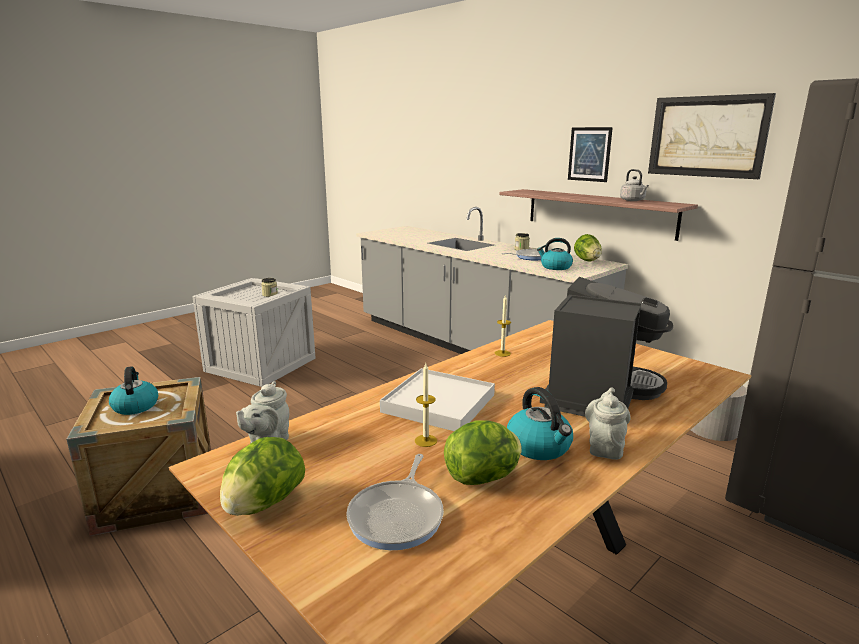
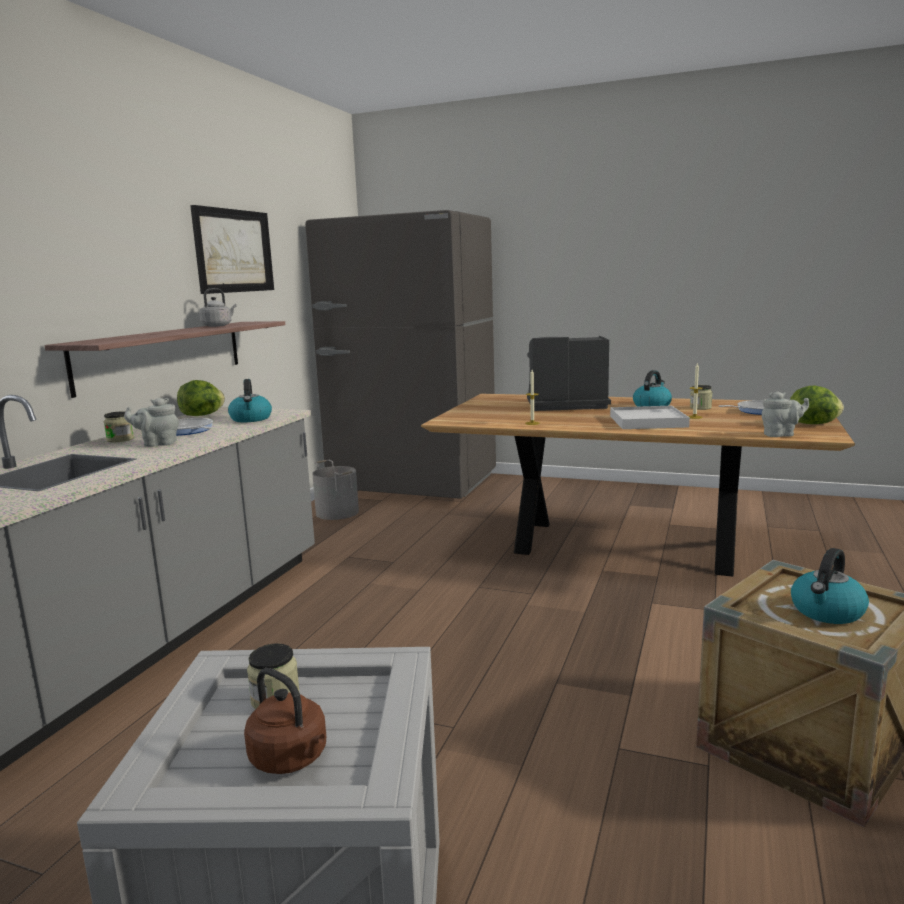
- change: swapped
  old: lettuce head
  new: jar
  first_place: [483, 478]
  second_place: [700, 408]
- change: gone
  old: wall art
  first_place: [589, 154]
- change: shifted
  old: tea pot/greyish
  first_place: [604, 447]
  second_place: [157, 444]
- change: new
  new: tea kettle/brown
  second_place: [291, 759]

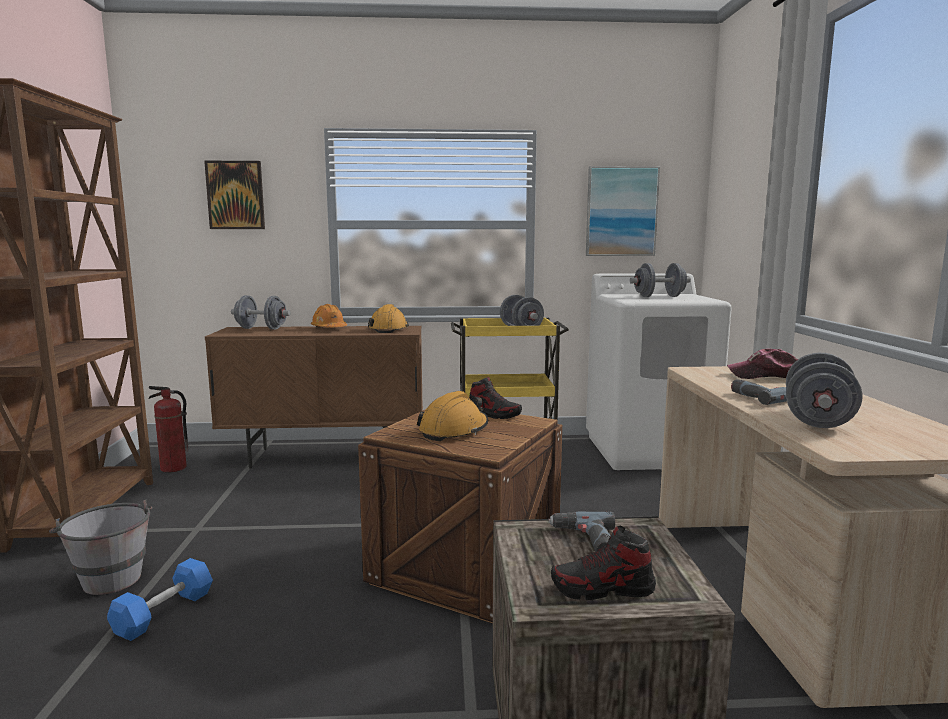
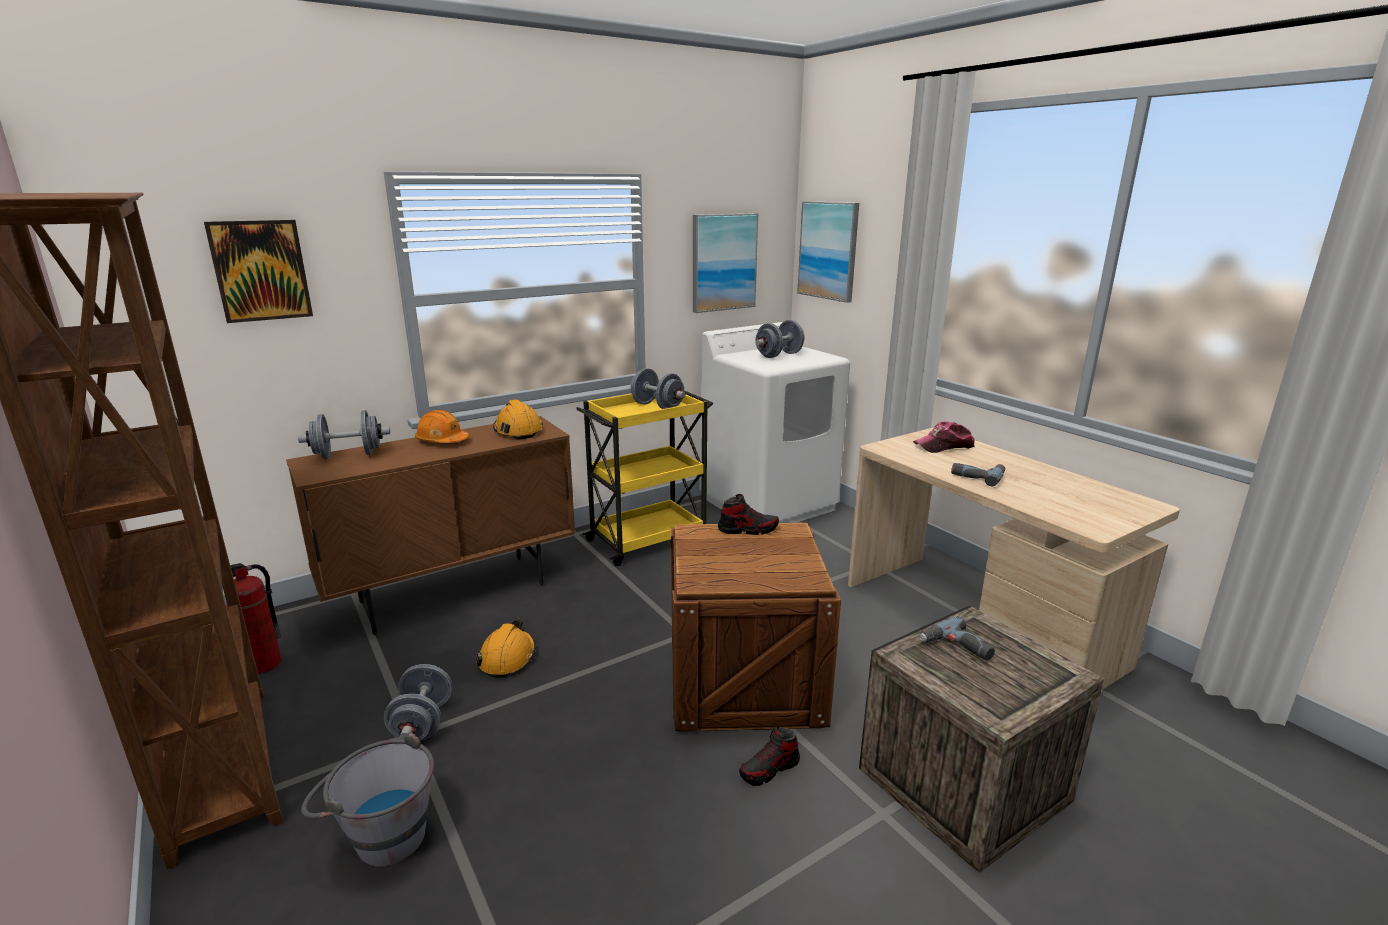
- change: gone
  old: hand weight/blue
  first_place: [164, 613]
- change: shifted
  old: safety helmet/orangey
  first_place: [454, 430]
  second_place: [507, 657]
- change: shifted
  old: low shoe
  first_place: [602, 589]
  second_place: [769, 769]
- change: shifted
  old: hand weight/greyish
  first_place: [818, 419]
  second_place: [422, 723]
- change: new
  new: wall art
  second_place: [828, 250]

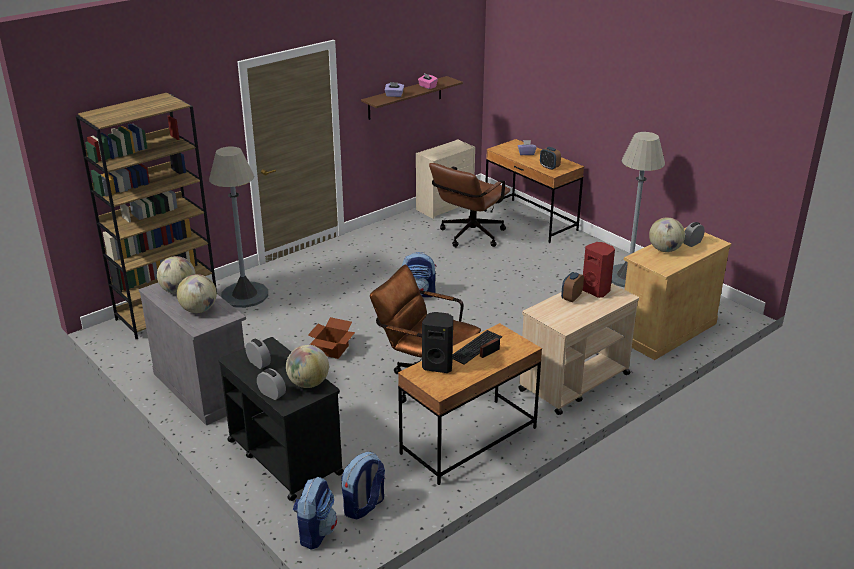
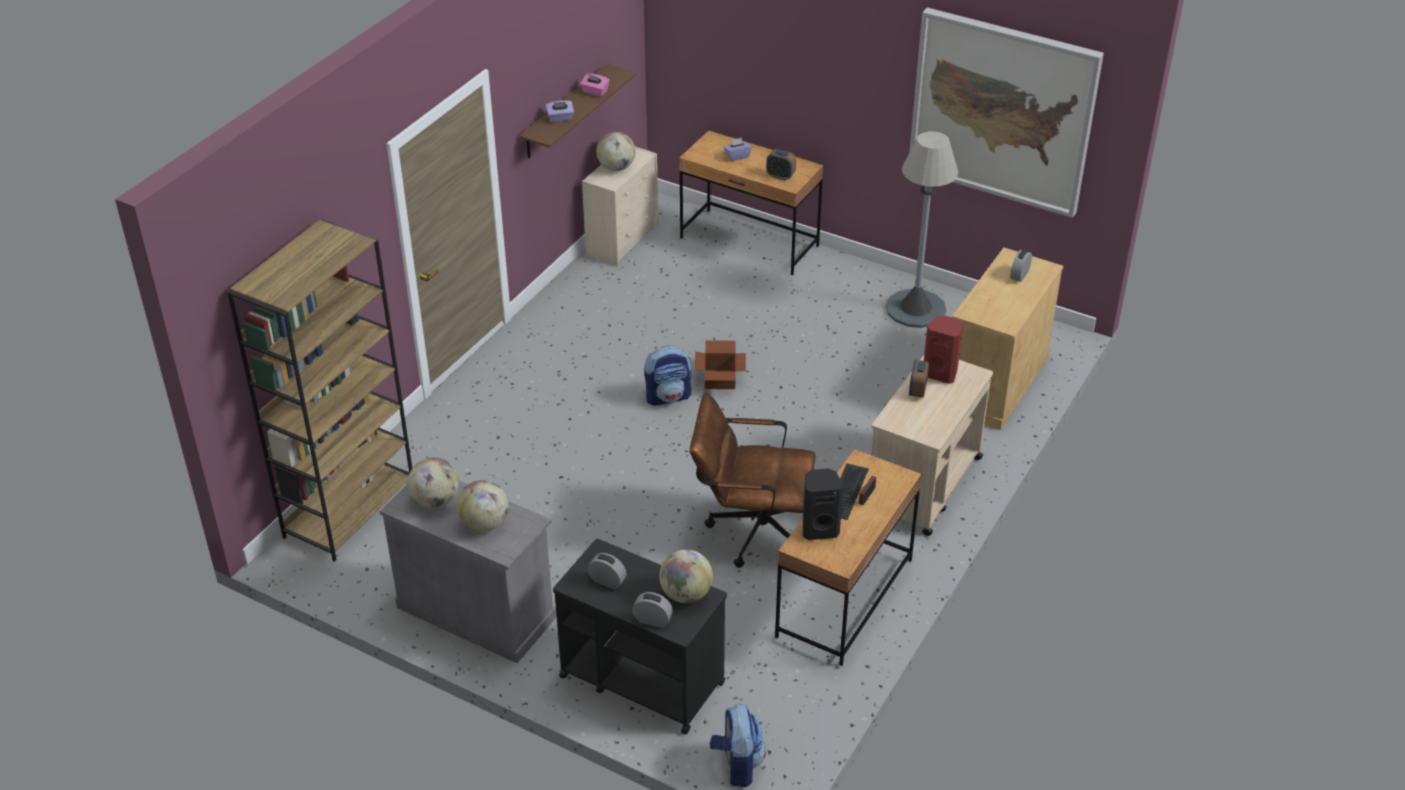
- change: gone
  old: standard lamp/greyish
  first_place: [244, 295]
- change: shifted
  old: carton
  first_place: [331, 350]
  second_place: [719, 380]
- change: gone
  old: rucksack
  first_place: [364, 506]
- change: gone
  old: office chair/brown
  first_place: [468, 236]
- change: shifted
  old: desk globe
  first_place: [664, 250]
  second_place: [616, 167]
- change: new
  new: wall art
  second_place: [1002, 111]

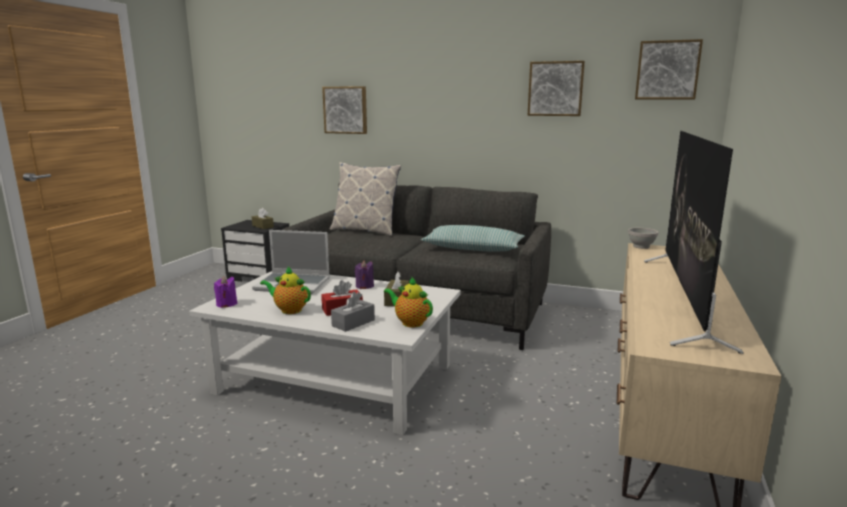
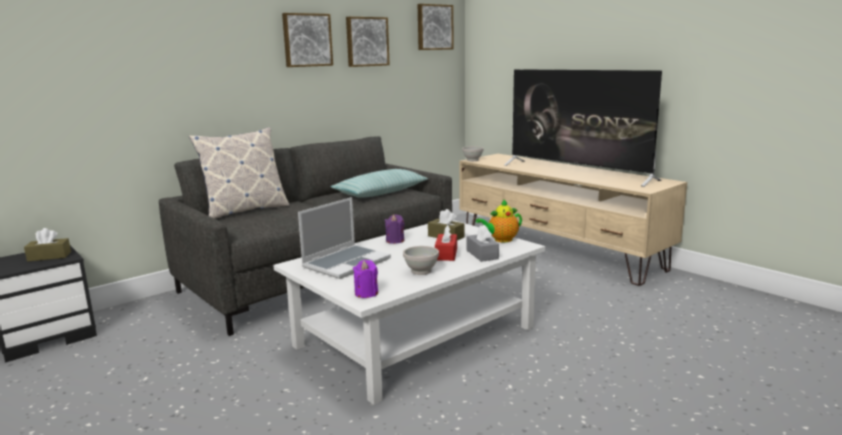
- change: swapped
  old: tea pot
  new: serving bowl/whitish
  first_place: [289, 310]
  second_place: [421, 271]
- change: shifted
  old: wall art
  first_place: [346, 110]
  second_place: [307, 40]

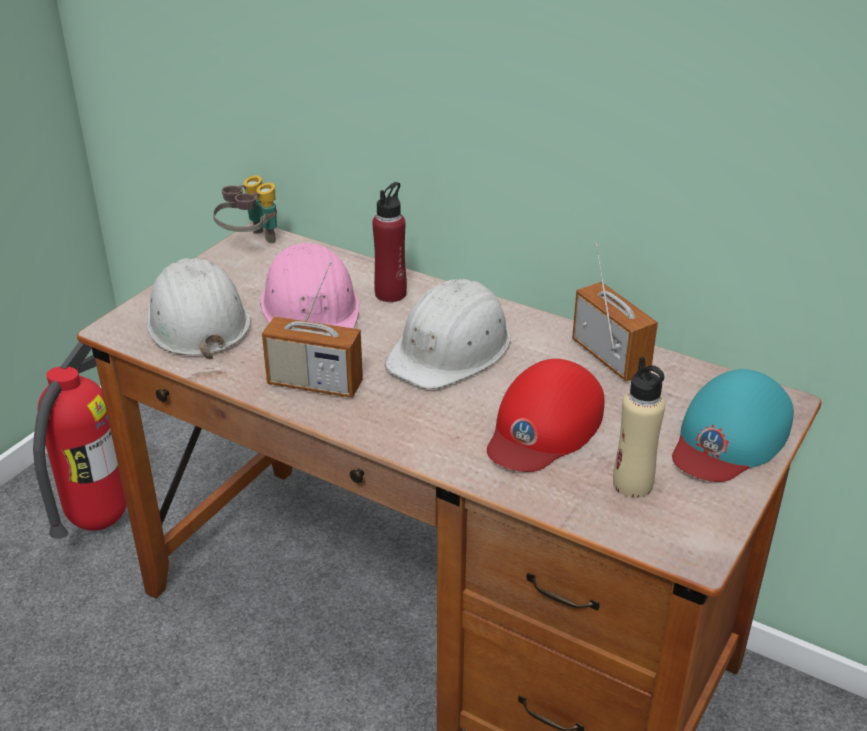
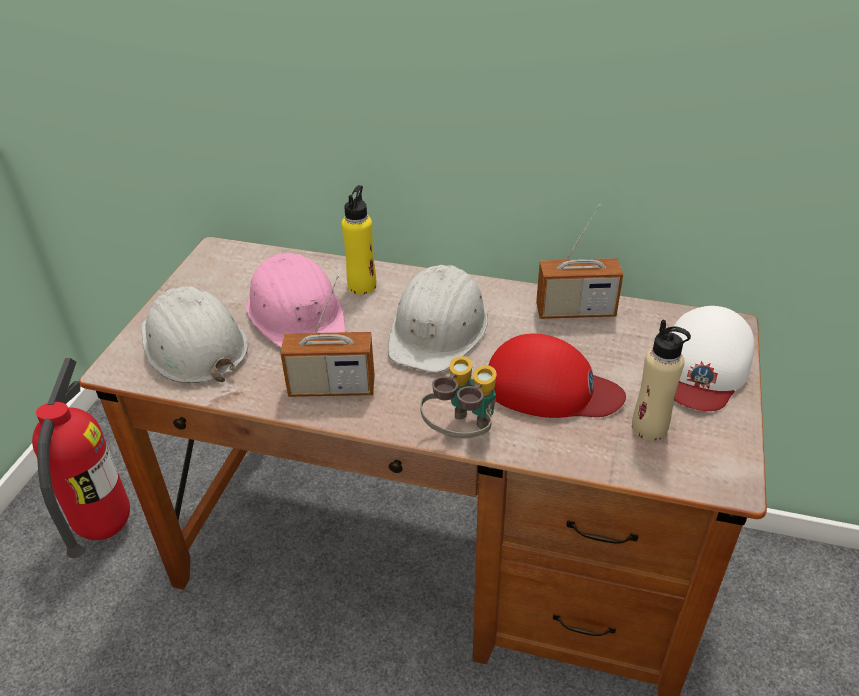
- change: shifted
  old: field glasses
  first_place: [251, 242]
  second_place: [461, 434]
- change: repainted
  old: beverage bottle/reddish
  new: beverage bottle/yellowish
  first_place: [391, 293]
  second_place: [362, 285]
- change: rotated
  old: cap/reddish
  first_place: [543, 427]
  second_place: [551, 388]
  degrees: -90
- change: rotated
  old: radio
  first_place: [610, 357]
  second_place: [575, 311]
  degrees: 135
- change: repainted
  old: cap/turquoise-coloured
  new: cap/whitish
  first_place: [729, 437]
  second_place: [704, 366]

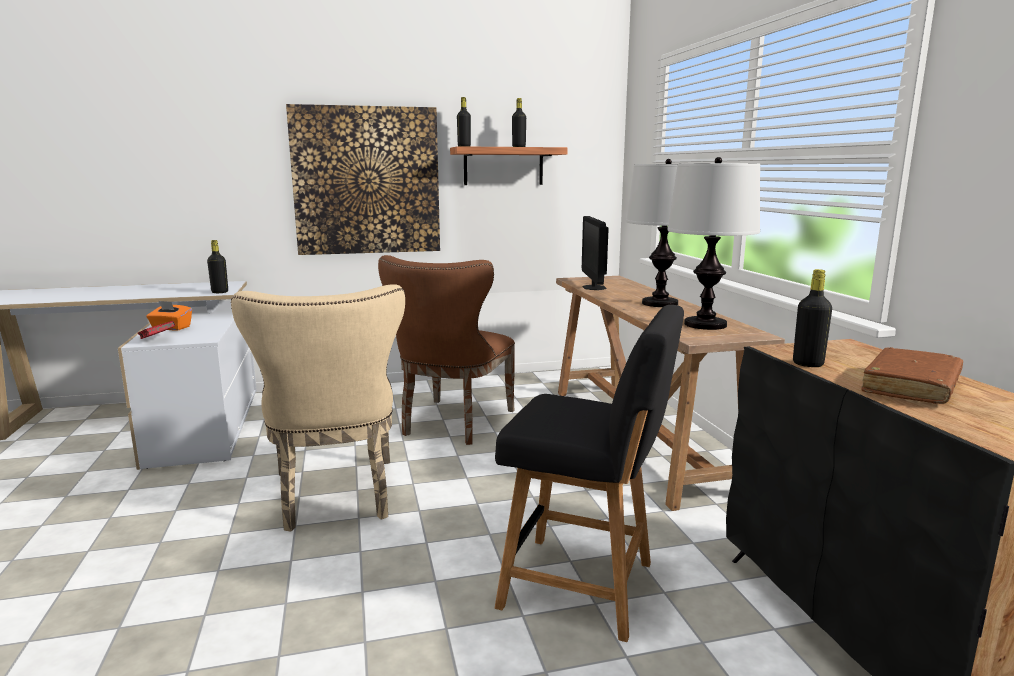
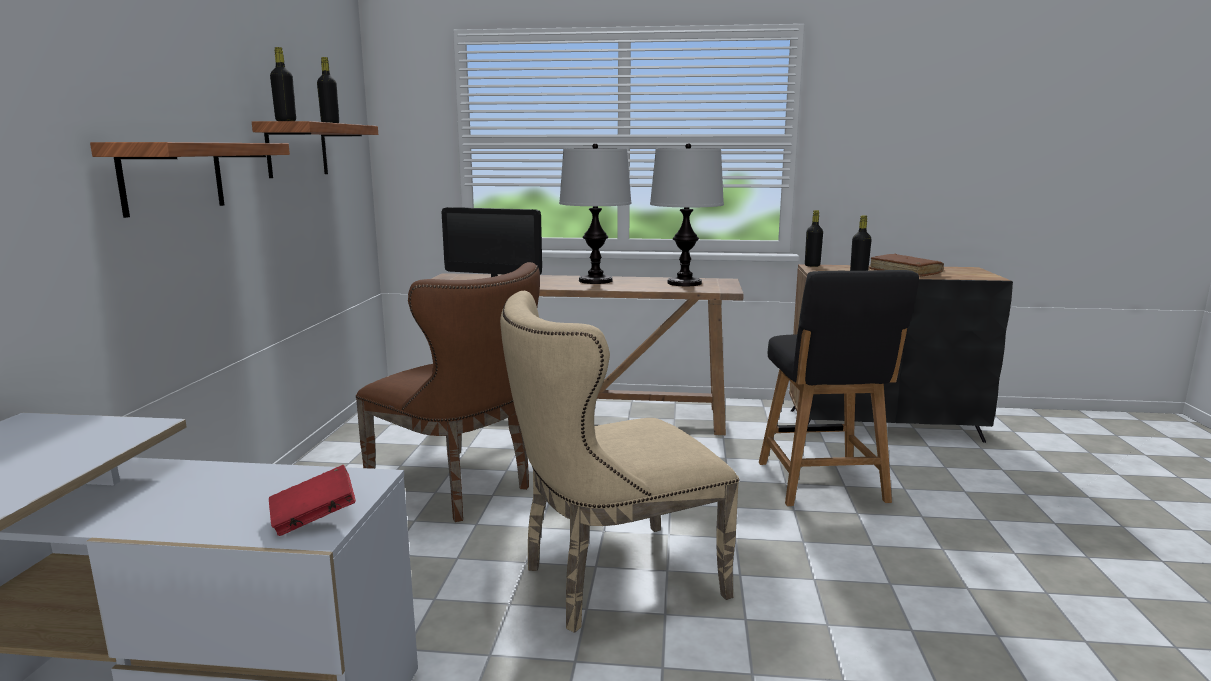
- change: gone
  old: tissue holder/orangey
  first_place: [171, 328]
- change: shifted
  old: beverage bottle/black
  first_place: [220, 292]
  second_place: [812, 265]
- change: rotated
  old: plain chair/sand-coloured
  first_place: [336, 498]
  second_place: [610, 581]
  degrees: 150
- change: swapped
  old: wall art
  new: wall shelf
  first_place: [367, 181]
  second_place: [173, 177]
- change: rotated
  old: plain chair/black
  first_place: [585, 587]
  second_place: [823, 484]
  degrees: 135

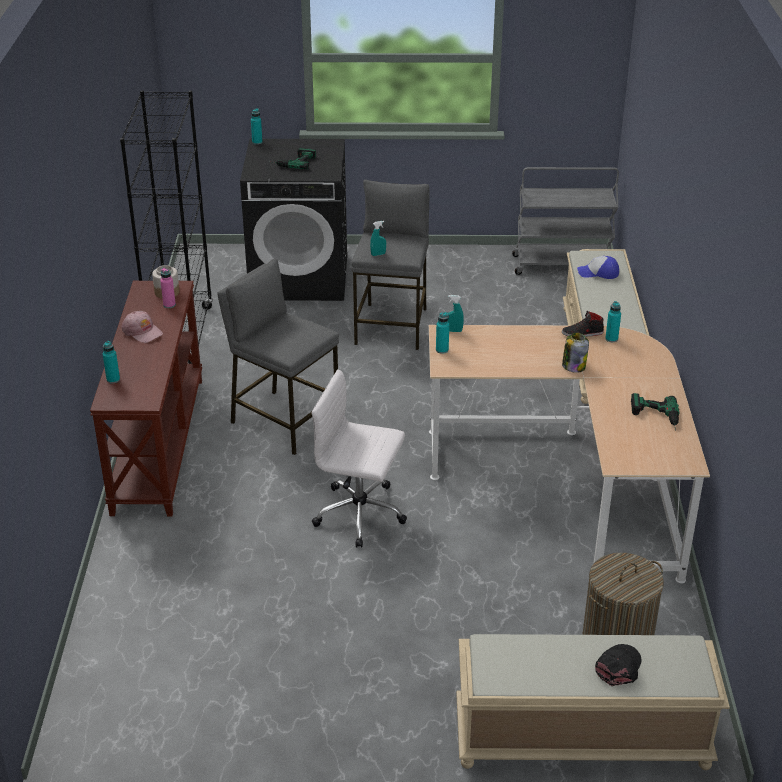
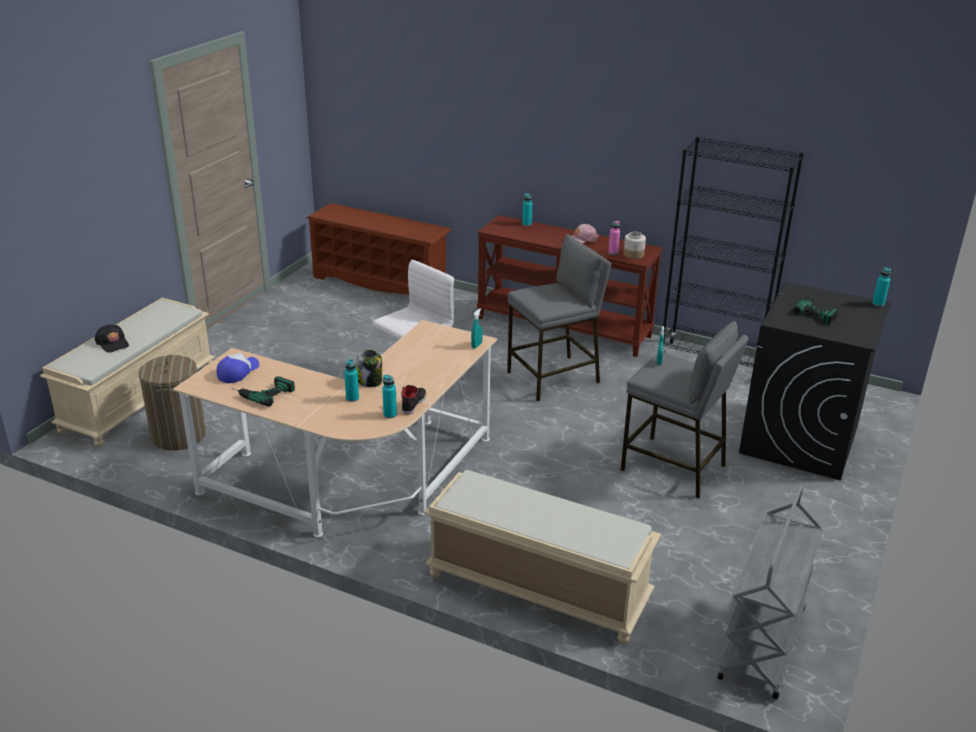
- change: shifted
  old: beverage bottle/turquoise-coloured
  first_place: [442, 350]
  second_place: [352, 398]
- change: shifted
  old: cap
  first_place: [598, 273]
  second_place: [238, 372]
- change: new
  new: shoe stand/brown
  second_place: [381, 283]

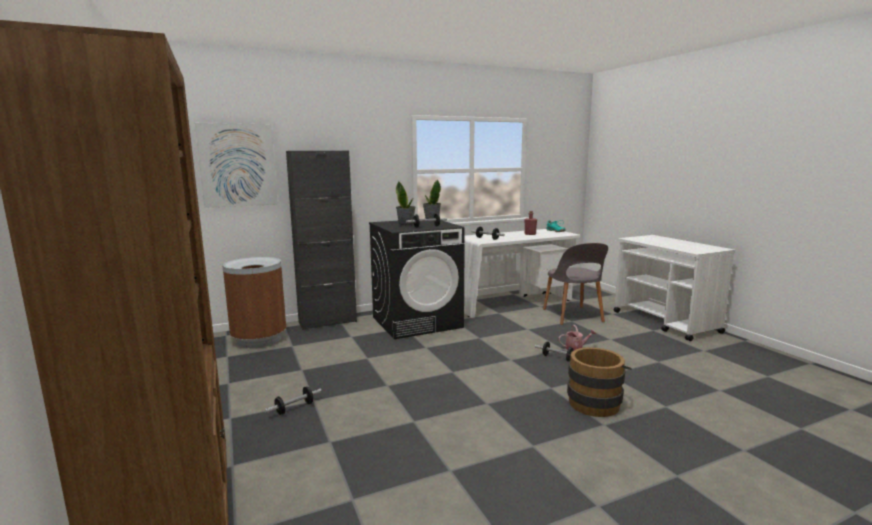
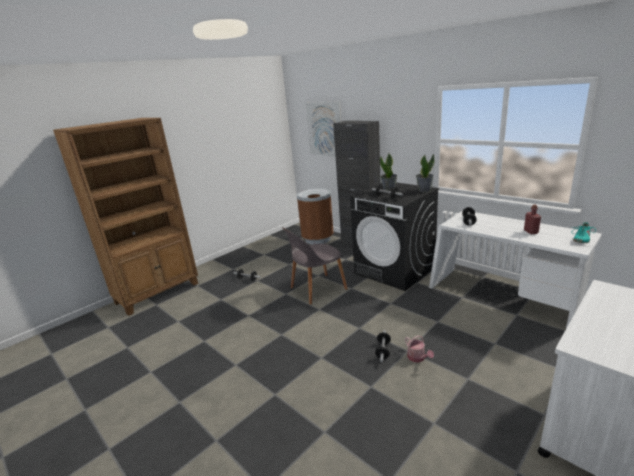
- change: shifted
  old: plain chair/greyish
  first_place: [573, 316]
  second_place: [317, 289]
- change: gone
  old: bucket/brown
  first_place: [595, 402]

